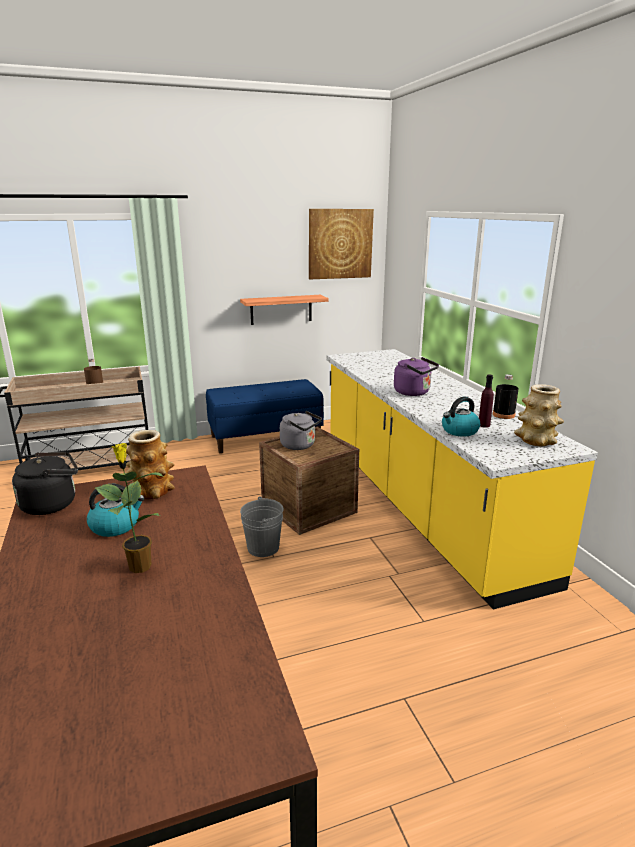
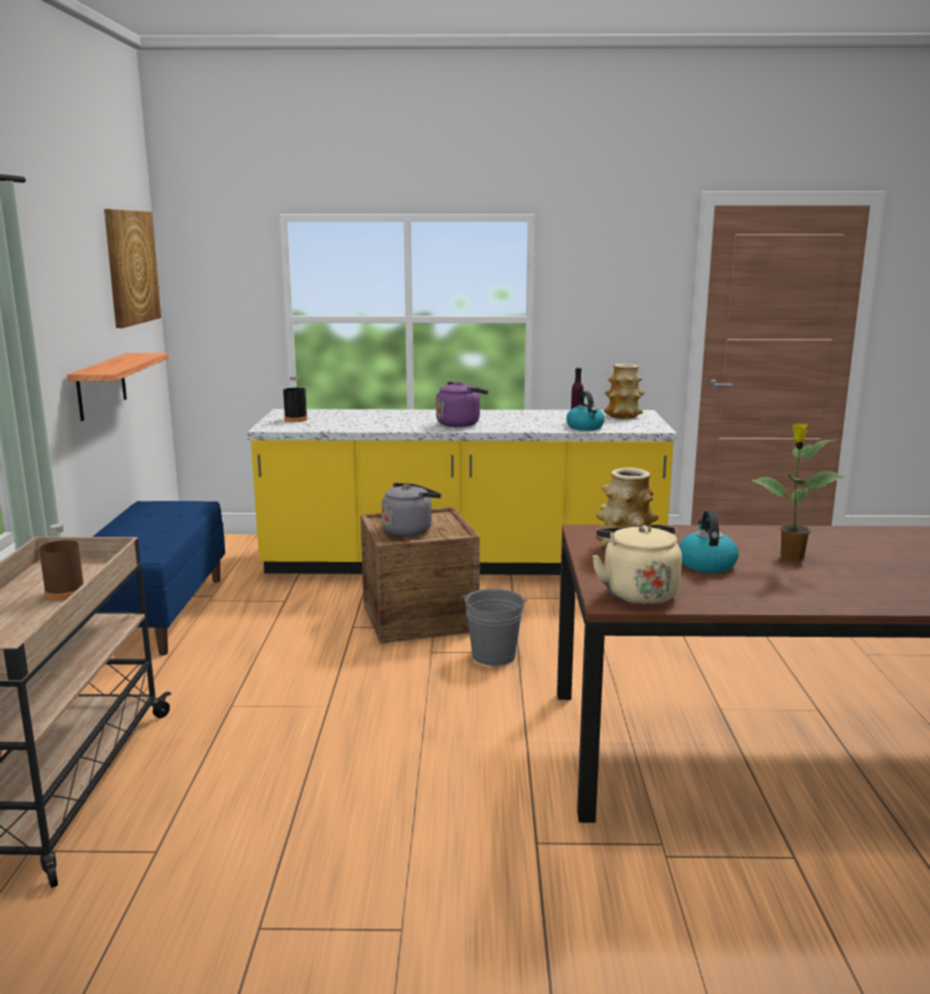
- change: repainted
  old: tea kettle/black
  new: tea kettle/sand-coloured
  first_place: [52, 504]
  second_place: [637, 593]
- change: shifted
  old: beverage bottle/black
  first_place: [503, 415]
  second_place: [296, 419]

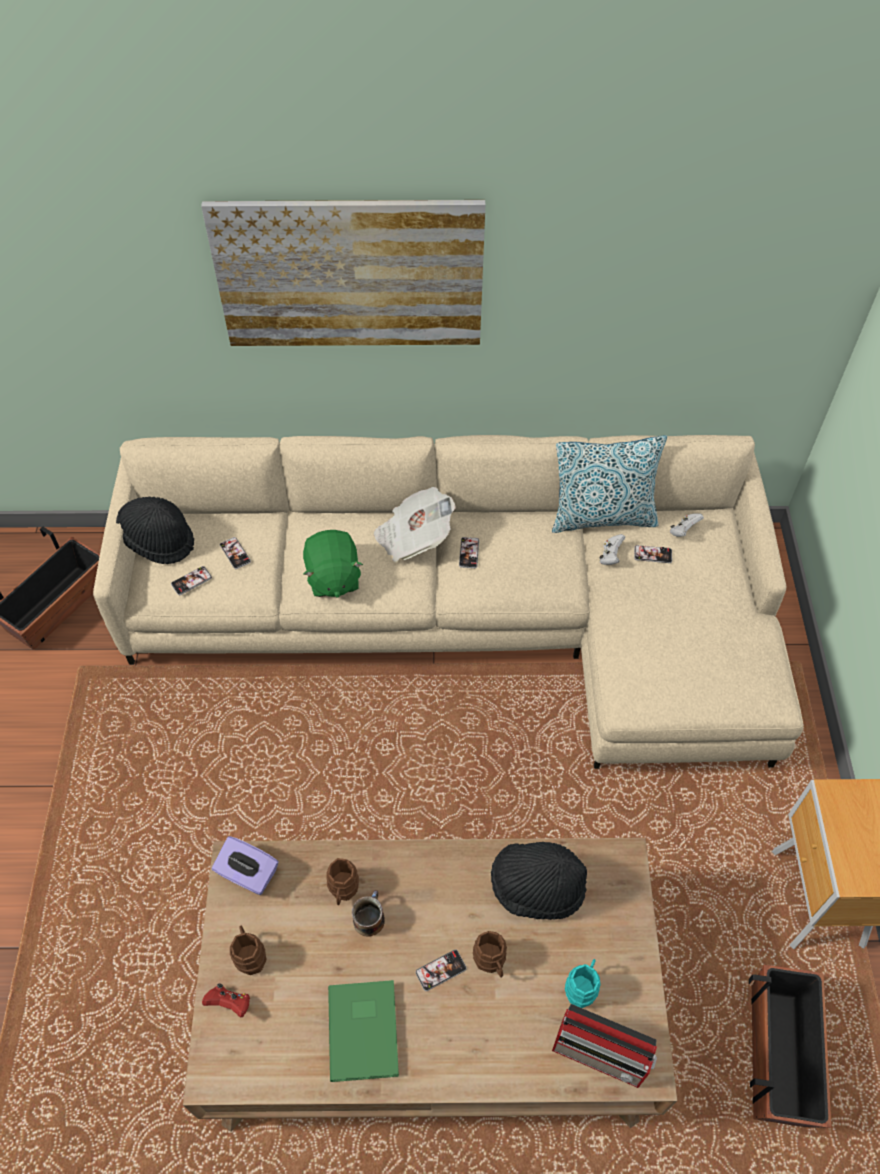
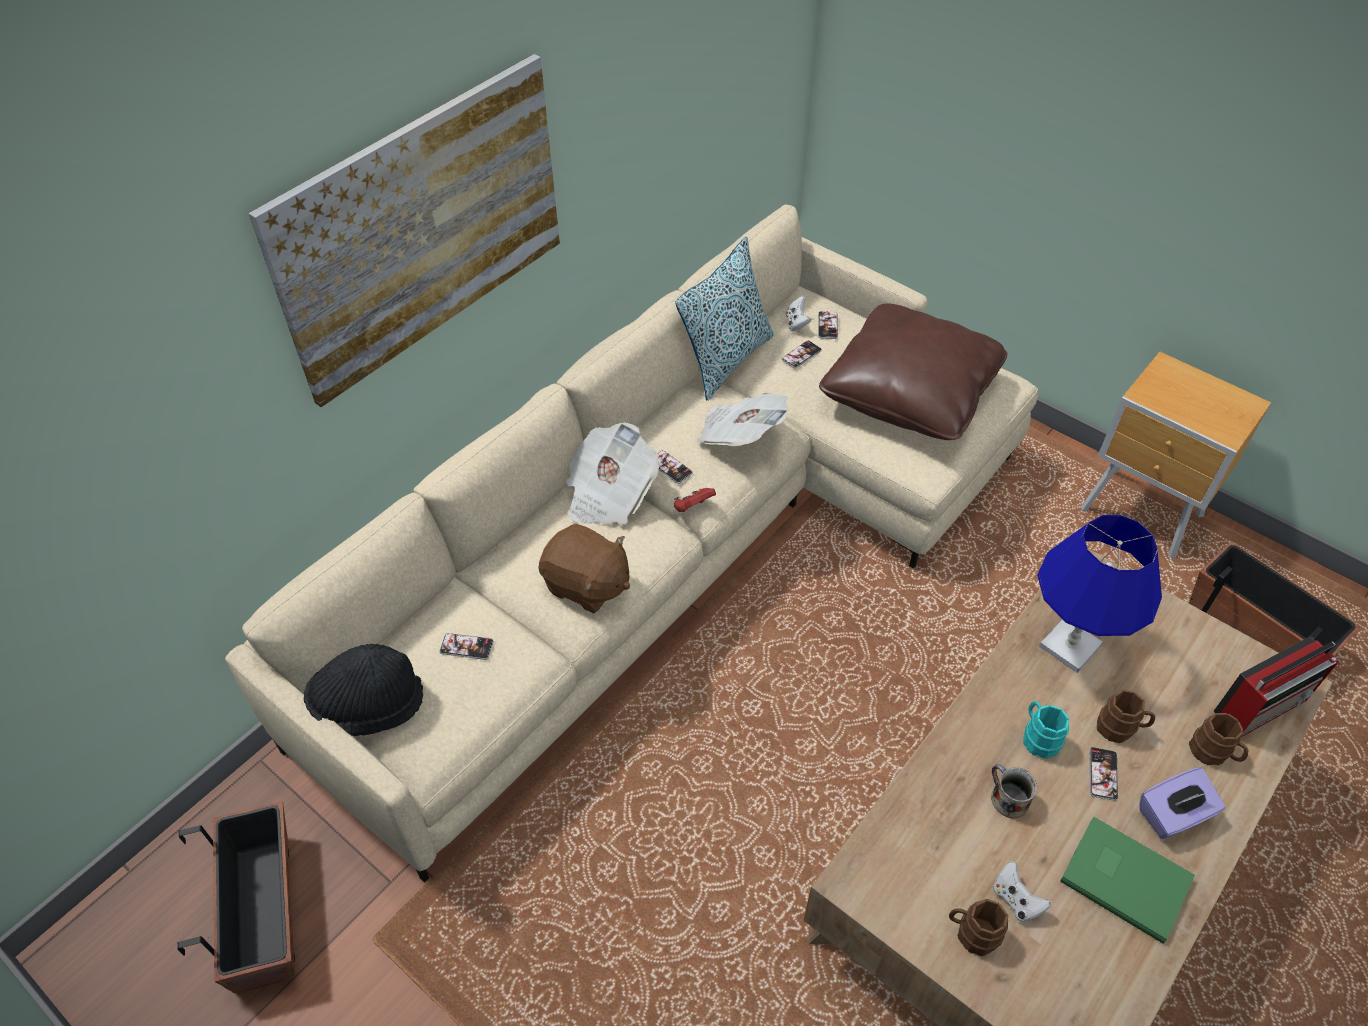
- change: shifted
  old: handset
  first_place: [191, 581]
  second_place: [827, 326]
- change: shifted
  old: joypad/reddish
  first_place: [230, 1003]
  second_place: [692, 507]
- change: shifted
  old: tissue holder/purple
  first_place: [248, 874]
  second_place: [1173, 815]
- change: repainted
  old: plush toy/green
  new: plush toy/brown
  first_place: [333, 577]
  second_place: [586, 585]
- change: shifted
  old: coffee mug/brown
  first_place: [343, 890]
  second_place: [1213, 753]
- change: swapped
  old: clothing hat/black
  new: table lamp/blue
  first_place: [536, 887]
  second_place: [1069, 646]
- change: shifted
  old: coffee mug/turquoise-coloured
  first_place: [582, 986]
  second_place: [1037, 737]
- change: shifted
  old: joypad/whitish
  first_place: [610, 556]
  second_place: [1015, 900]
- change: new
  new: printed paper
  second_place: [740, 435]
- change: new
  new: cushion/brown
  second_place: [910, 392]

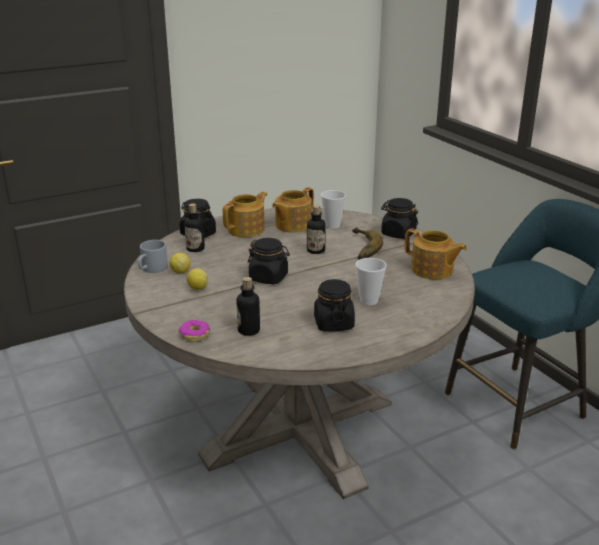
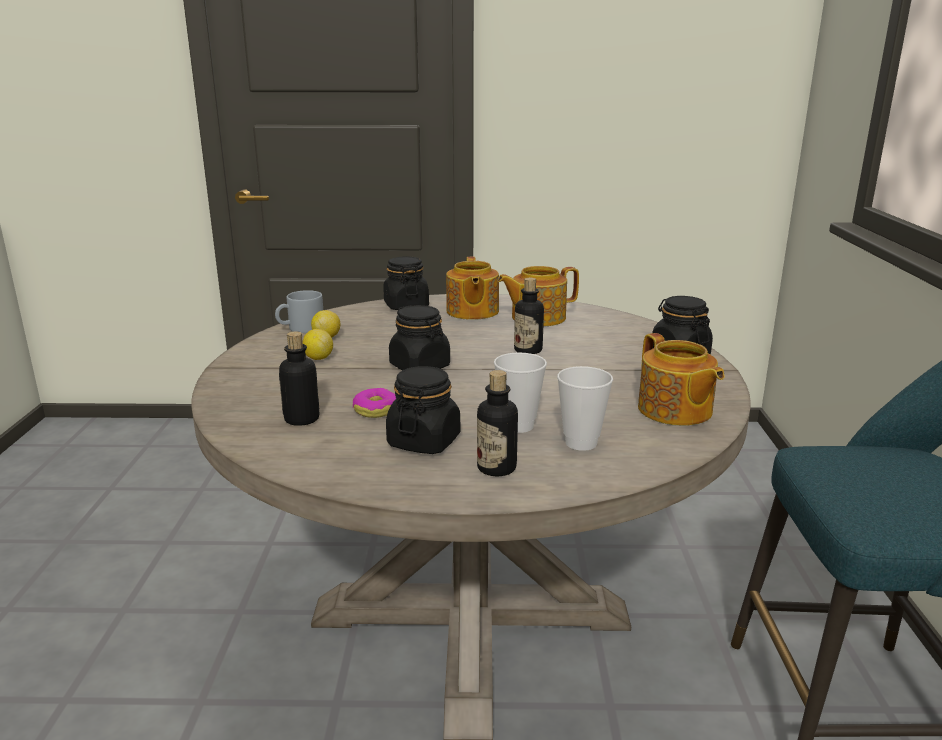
- change: shifted
  old: donut
  first_place: [194, 335]
  second_place: [376, 410]
- change: shifted
  old: beverage bottle
  first_place: [195, 249]
  second_place: [496, 468]
- change: rotated
  old: tea pot
  first_place: [247, 229]
  second_place: [471, 312]
  degrees: 105
- change: shifted
  old: cup
  first_place: [332, 225]
  second_place: [581, 443]
- change: gone
  old: banana
  first_place: [360, 247]

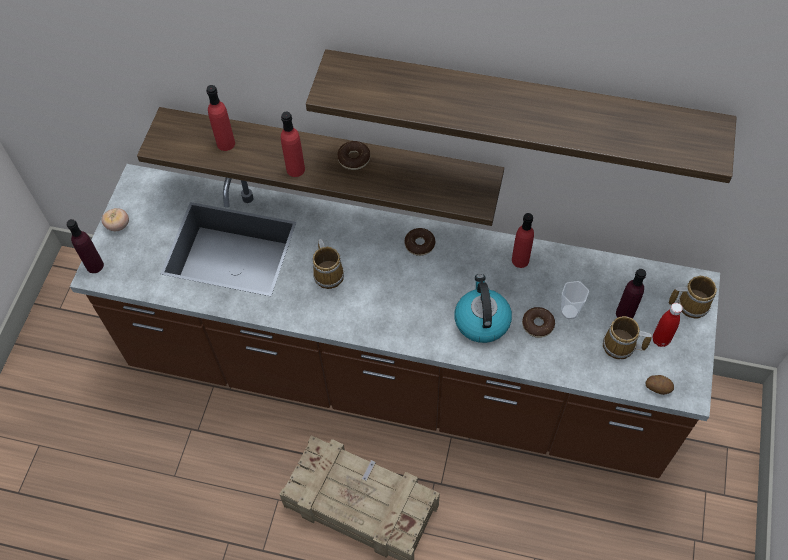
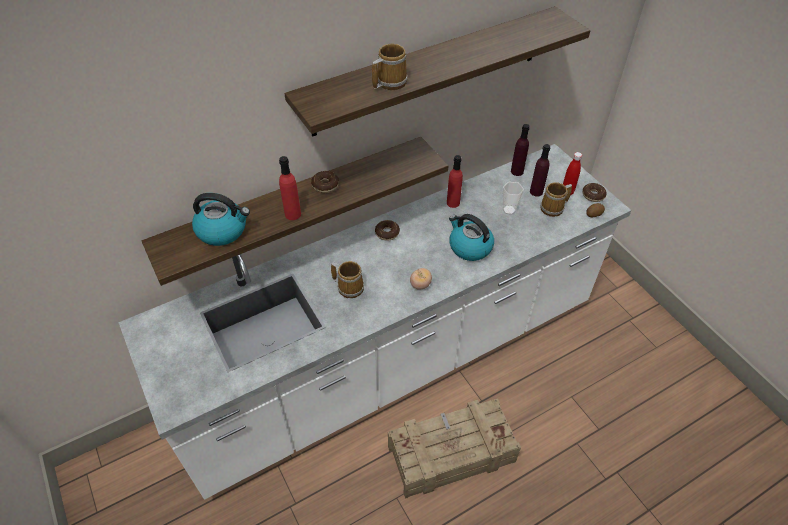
- change: shifted
  old: beverage bottle/purple
  first_place: [94, 265]
  second_place: [517, 171]
- change: repainted
  old: kitchen base unit/brown
  new: kitchen base unit/whitish
  first_place: [397, 377]
  second_place: [394, 363]
- change: shifted
  old: whole tomato
  first_place: [118, 225]
  second_place: [420, 285]
- change: swapped
  old: beverage bottle/reddish
  new: tea kettle
  first_place: [226, 143]
  second_place: [223, 230]
- change: shifted
  old: donut
  first_place: [537, 325]
  second_place: [593, 195]
- change: shifted
  old: coffee mug
  first_place: [690, 304]
  second_place: [389, 82]

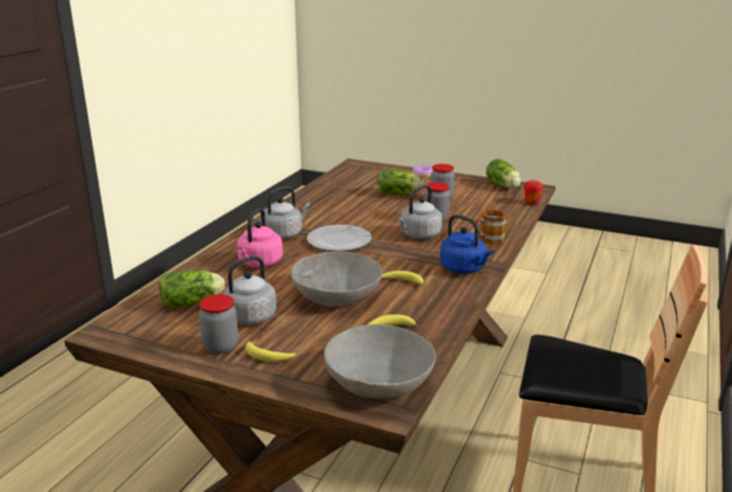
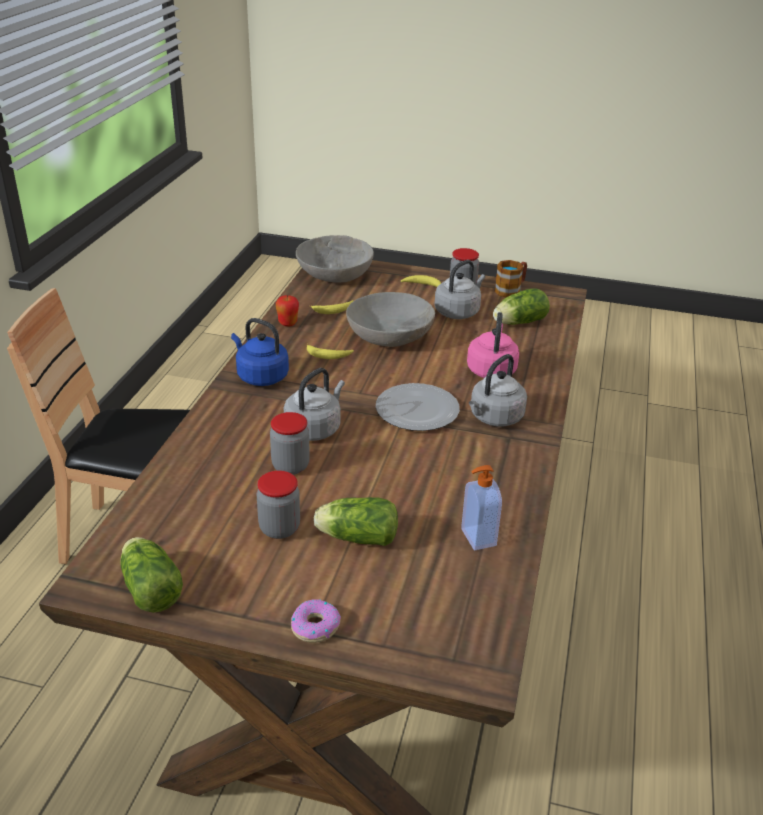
- change: shifted
  old: coffee mug
  first_place: [488, 240]
  second_place: [511, 290]
- change: shifted
  old: apple fruit
  first_place: [531, 202]
  second_place: [288, 323]
- change: new
  new: soap bottle
  second_place: [477, 538]

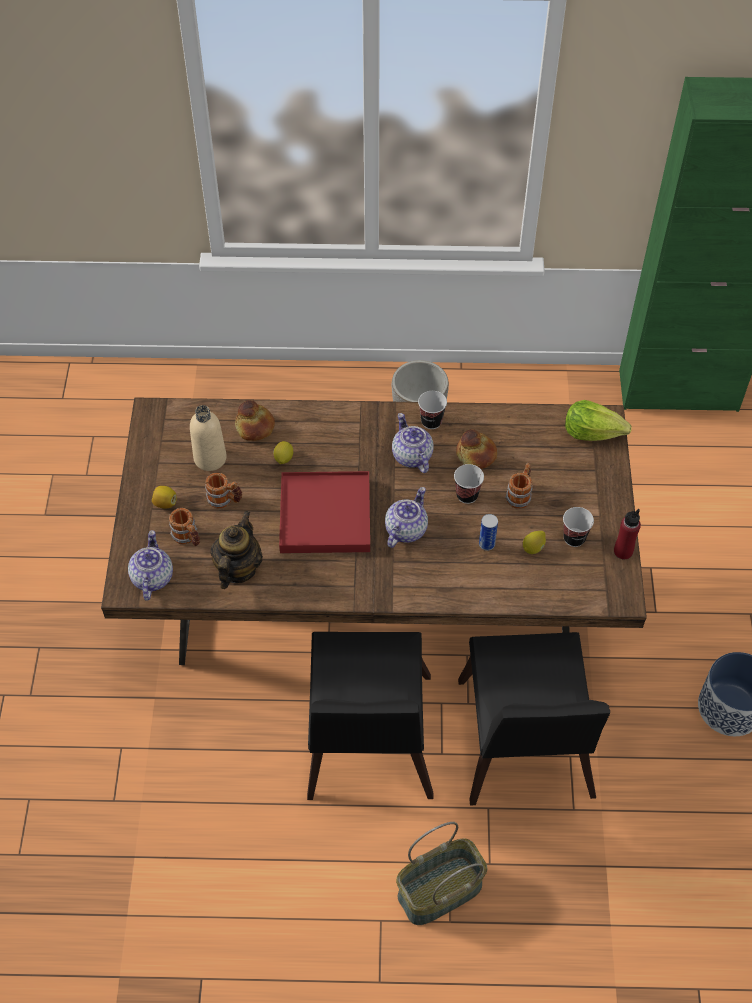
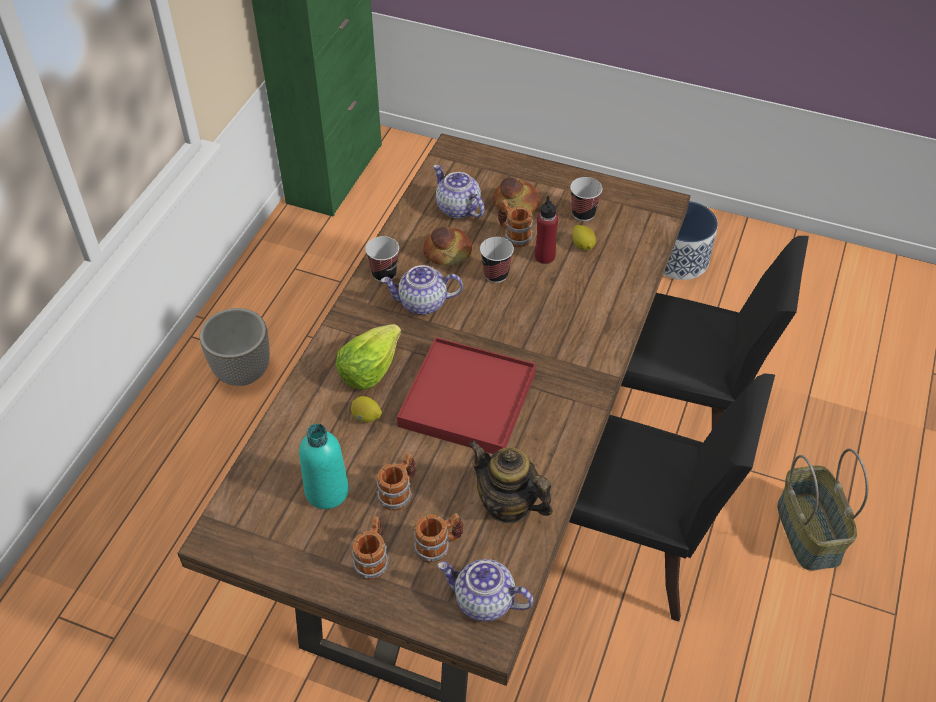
- change: swapped
  old: lemon
  new: coffee mug
  first_place: [165, 503]
  second_place: [373, 558]
- change: repainted
  old: beverage bottle/sand-coloured
  new: beverage bottle/turquoise-coloured
  first_place: [210, 458]
  second_place: [327, 491]
- change: shifted
  old: bakery bread
  first_place: [254, 427]
  second_place: [516, 205]
- change: shifted
  old: tea pot
  first_place: [405, 529]
  second_place: [457, 208]
- change: gone
  old: metal can
  first_place: [486, 544]
- change: shifted
  old: lettuce head
  first_place: [592, 432]
  second_place: [369, 368]
- change: shifted
  old: beverage bottle/reddish
  first_place: [623, 551]
  second_place: [544, 256]

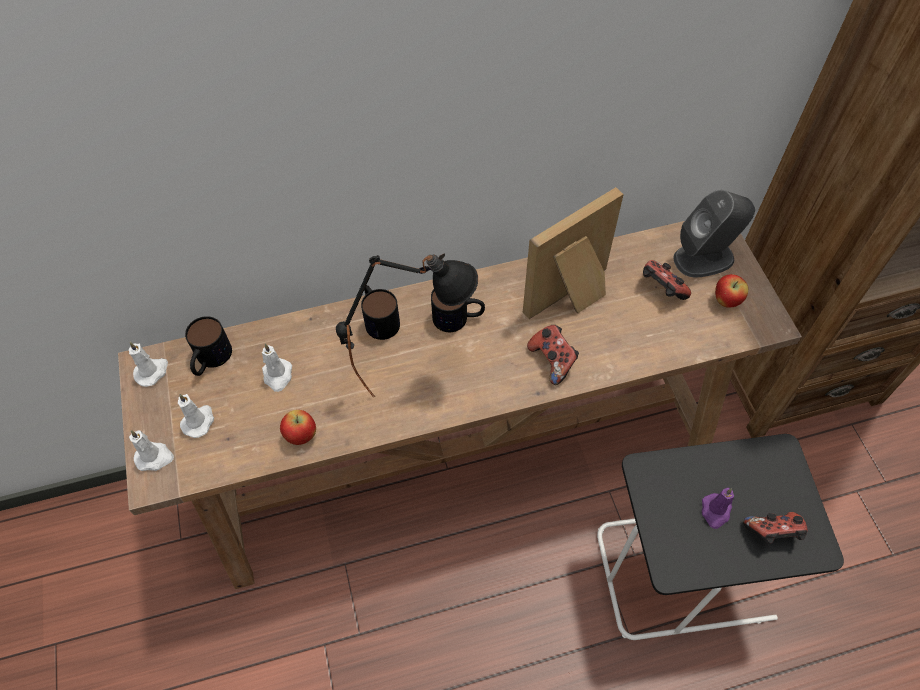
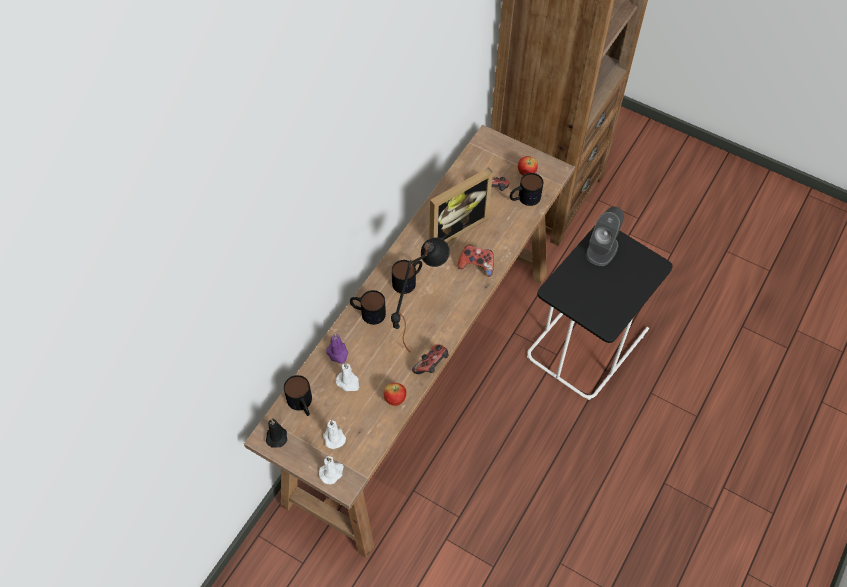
- change: repainted
  old: candle/whitish
  new: candle/black
  first_place: [152, 371]
  second_place: [276, 436]
- change: rotated
  old: standing frame
  first_place: [572, 298]
  second_place: [454, 227]
  degrees: -135
- change: shifted
  old: audio speaker/greyish
  first_place: [704, 258]
  second_place: [602, 249]
- change: shifted
  old: candle/purple
  first_place: [715, 512]
  second_place: [338, 353]
- change: shifted
  old: joypad
  first_place: [772, 533]
  second_place: [431, 365]
- change: new
  new: coffee mug
  second_place: [524, 198]

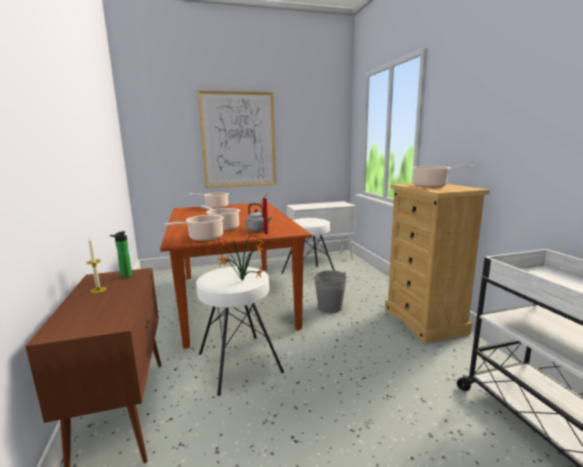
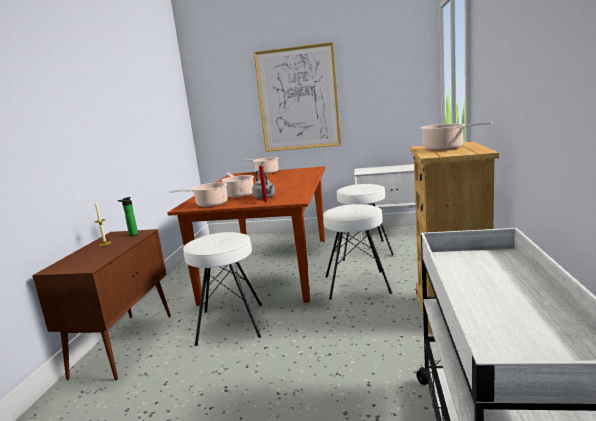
- change: gone
  old: houseplant
  first_place: [241, 280]
- change: swapped
  old: bucket/greyish
  new: stool seat/whitish
  first_place: [330, 307]
  second_place: [357, 285]

